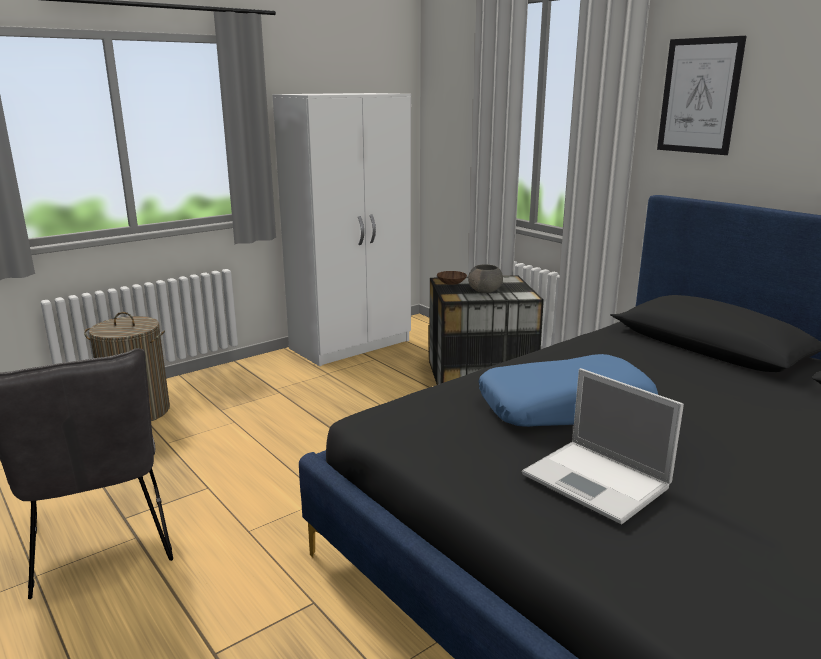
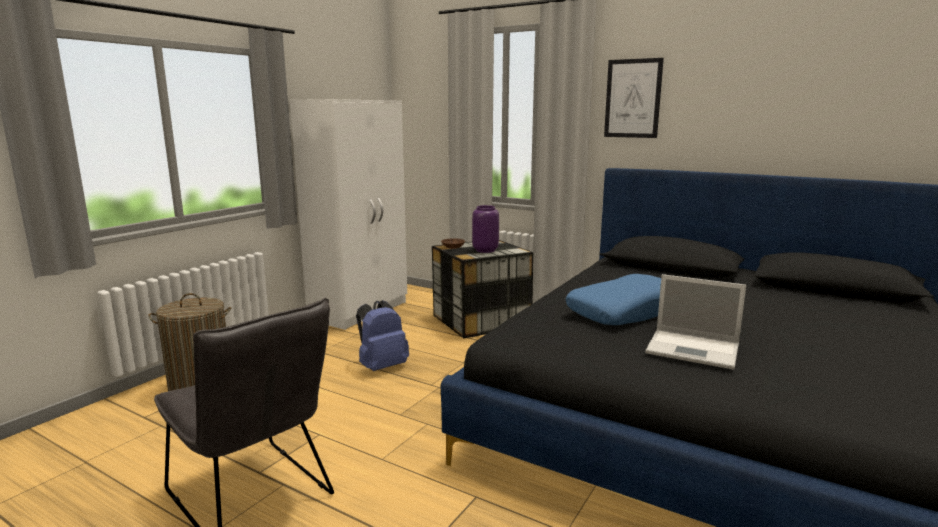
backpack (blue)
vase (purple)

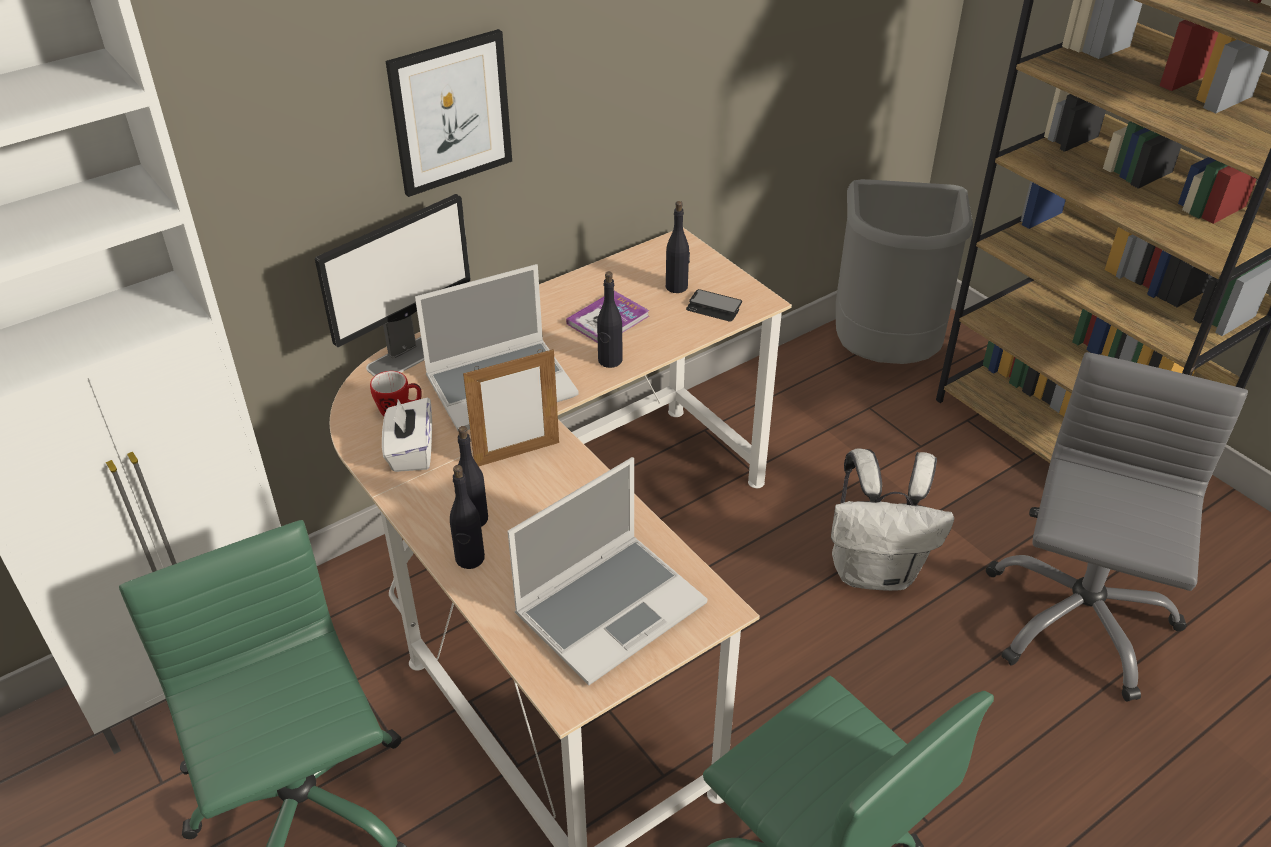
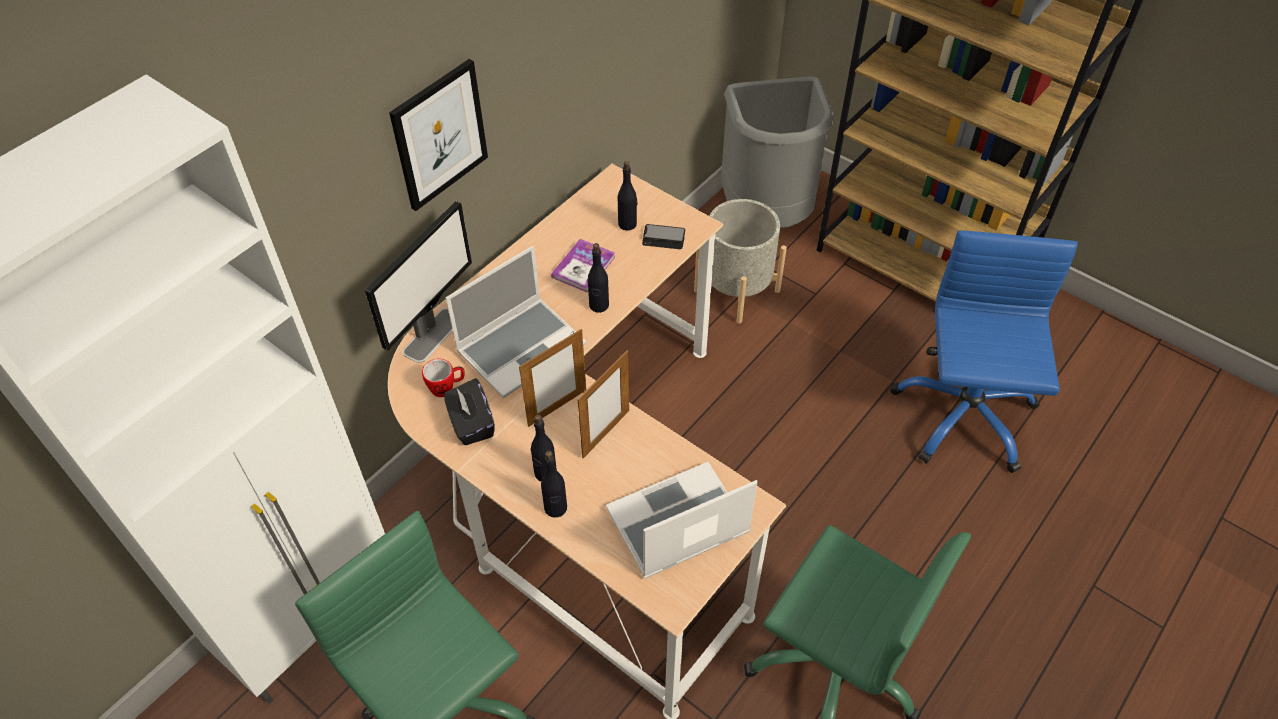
tissue box (black)
picture frame (no. 2 from left)
laptop (no. 2 from left)
planter (grey)
office chair (blue)
backpack (white)

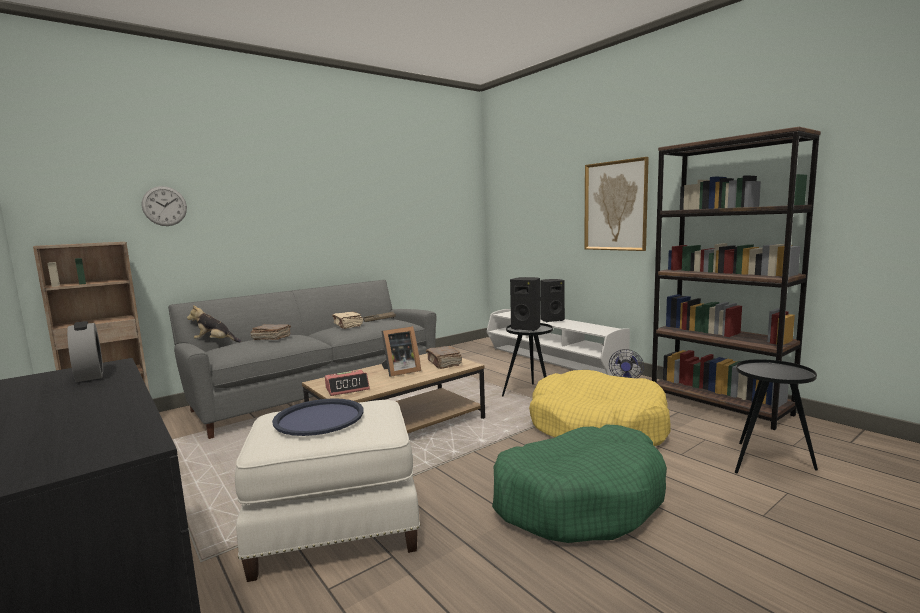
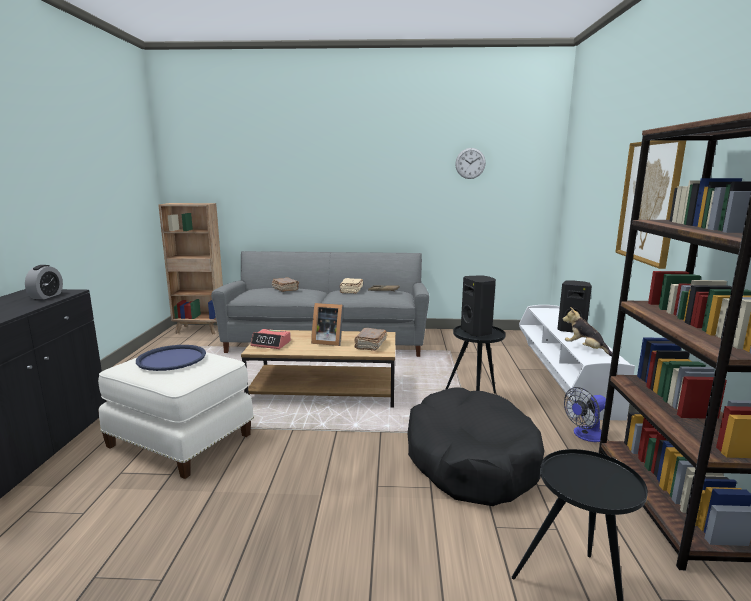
dog bed (black)
wall clock
plush toy
dog bed (green)

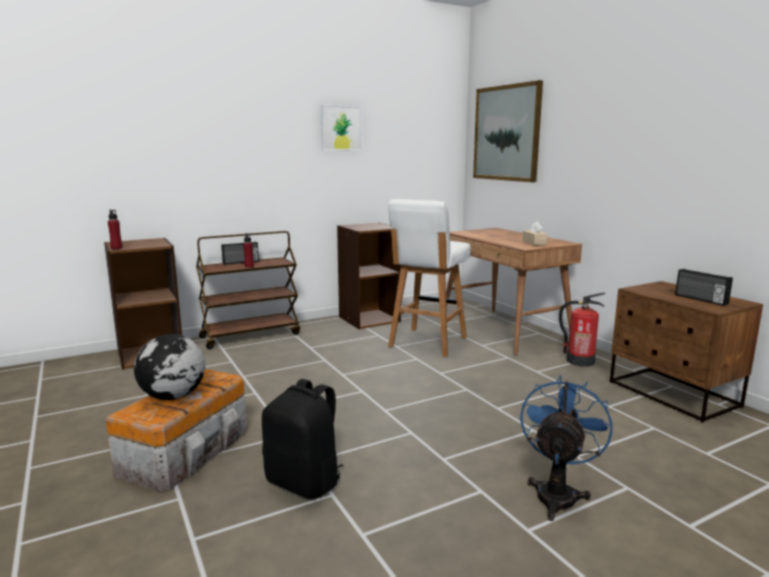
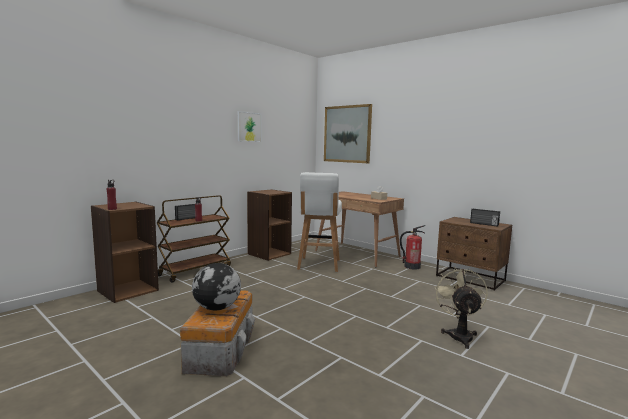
fan (beige)
backpack (black)

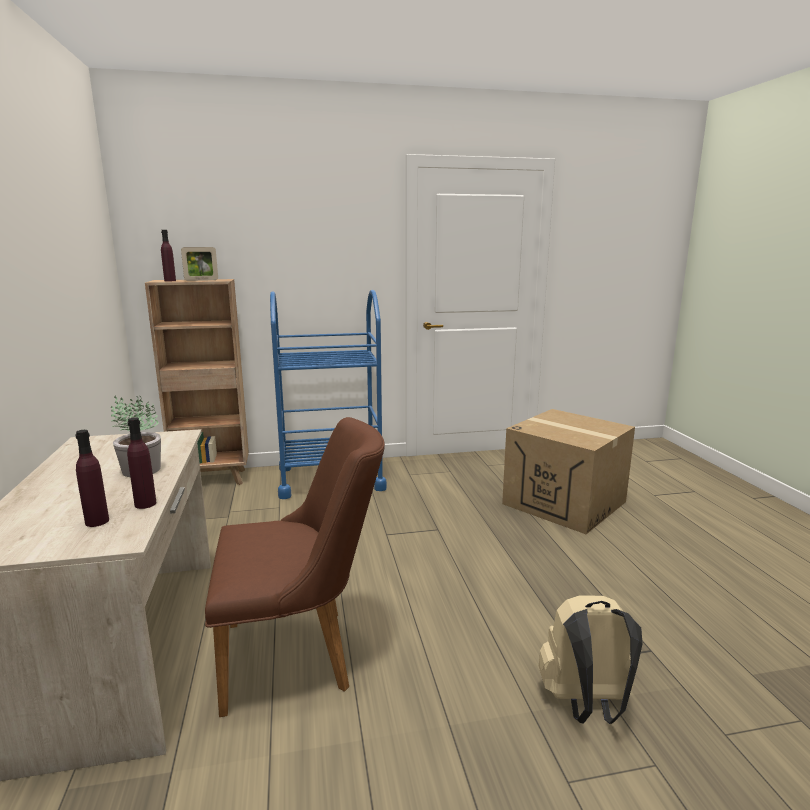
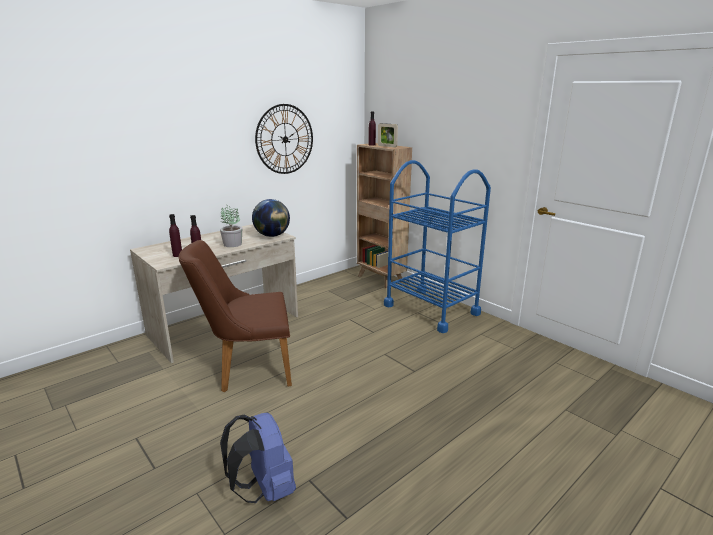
chair (brown)
backpack (blue)
globe
wall clock
cardboard box

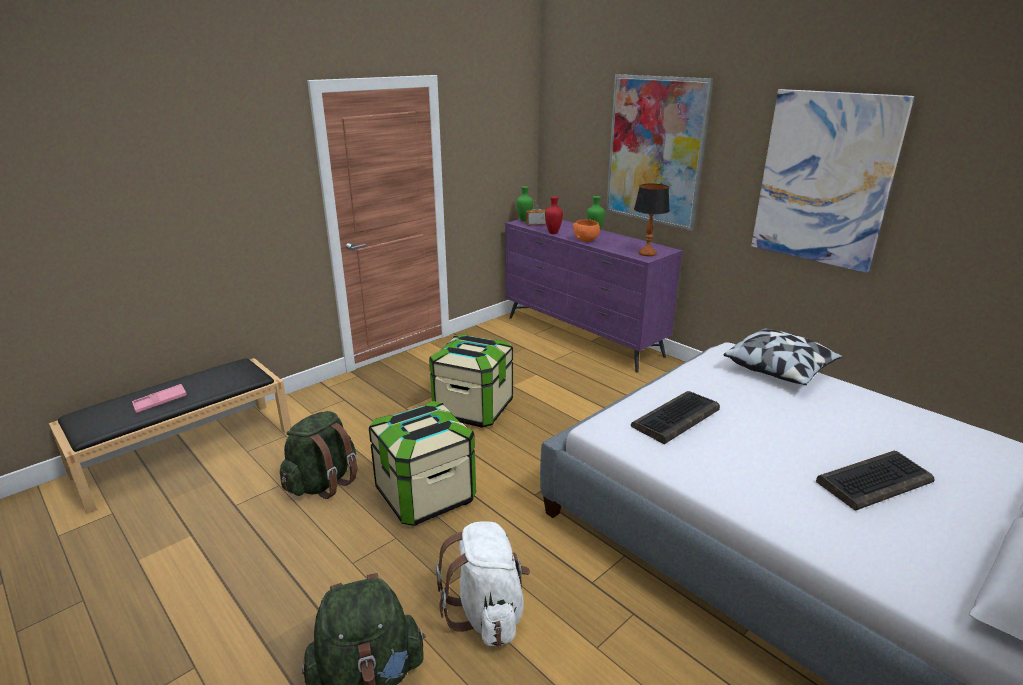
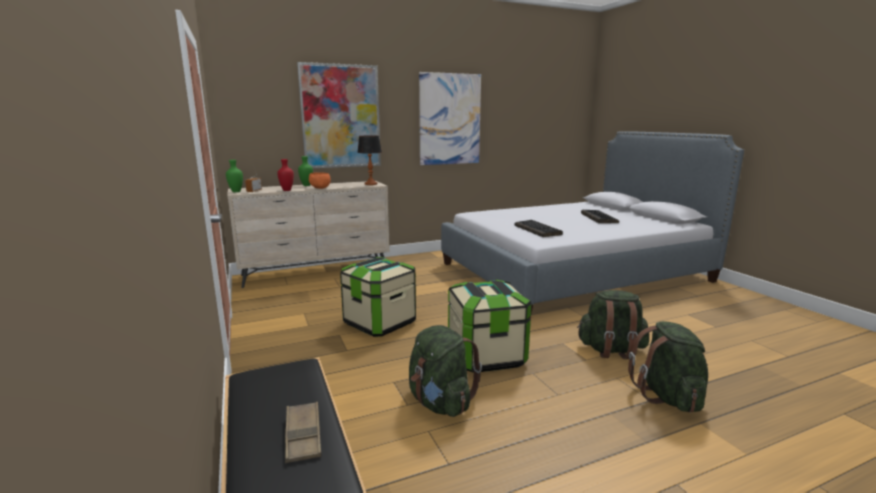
dresser (beige)
tray (brown)
backpack (green) (no. 2 from left)
pillow

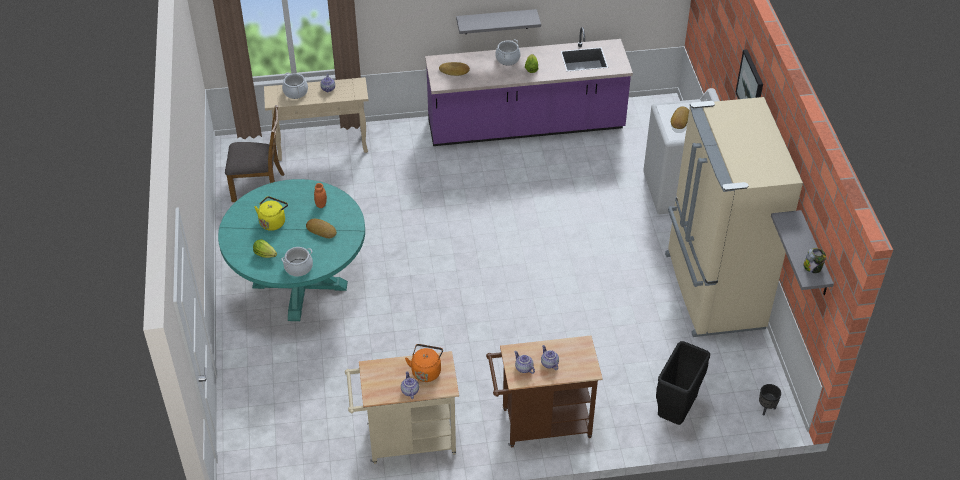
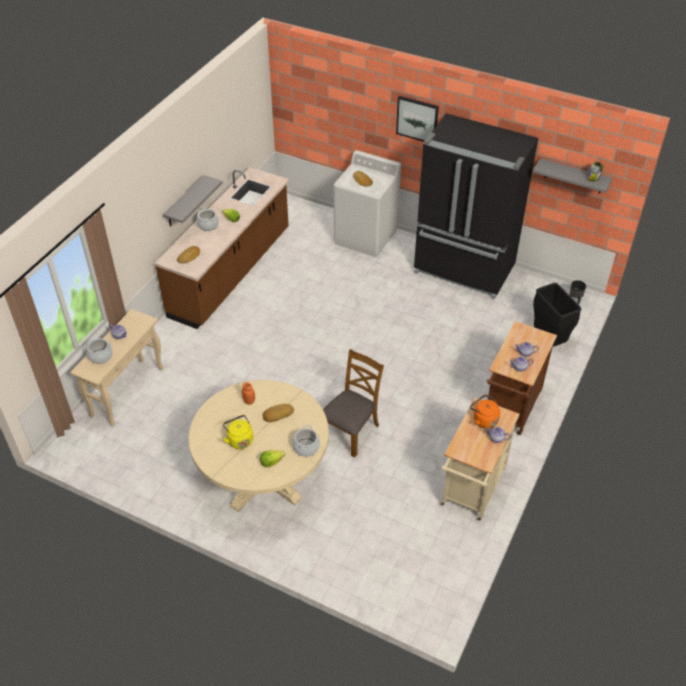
counter (brown)
dining table (beige)
chair (brown)
fridge (black)

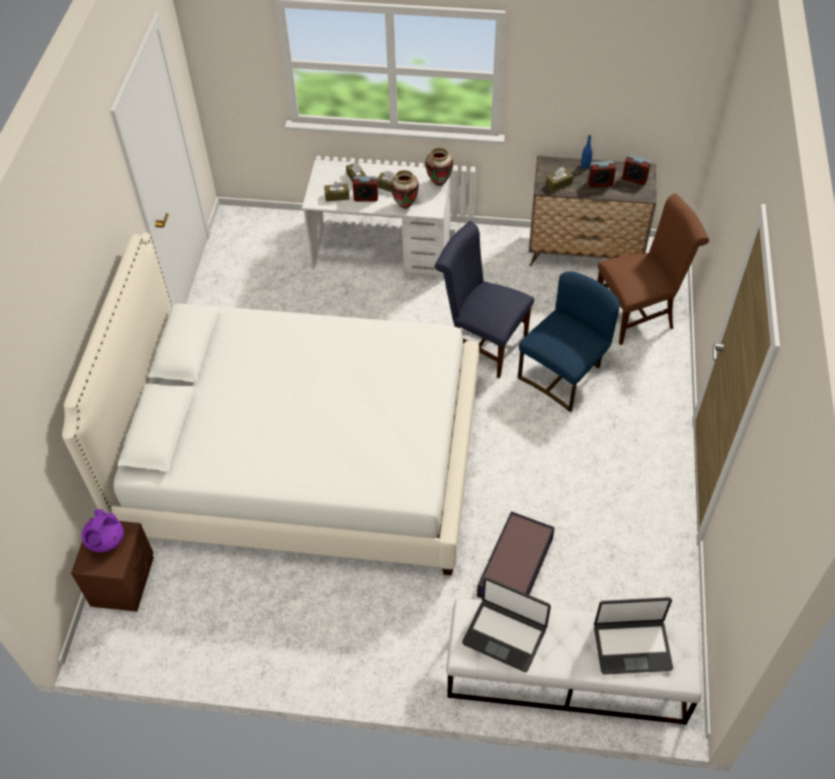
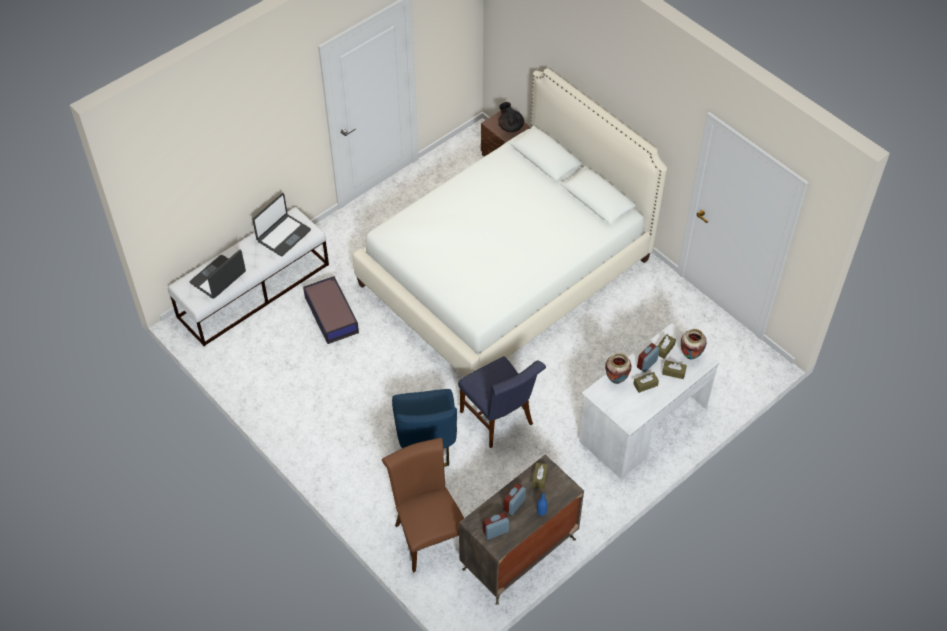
laptop (no. 2 from left)
chair (brown)
chair (blue) (no. 2 from left)
teapot (black)
vase (no. 2 from left)

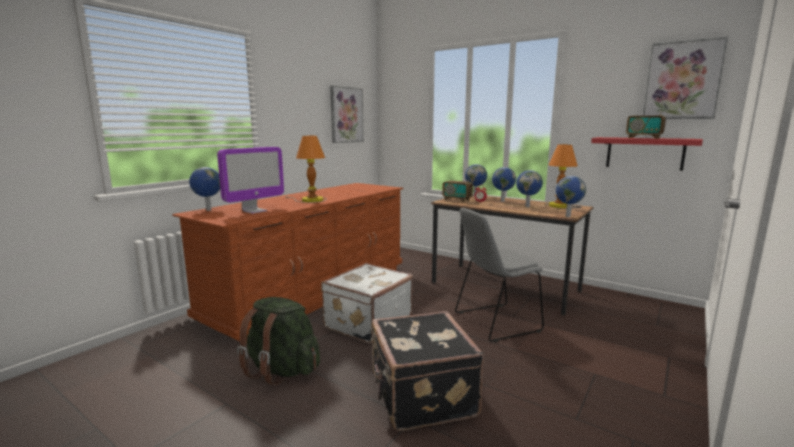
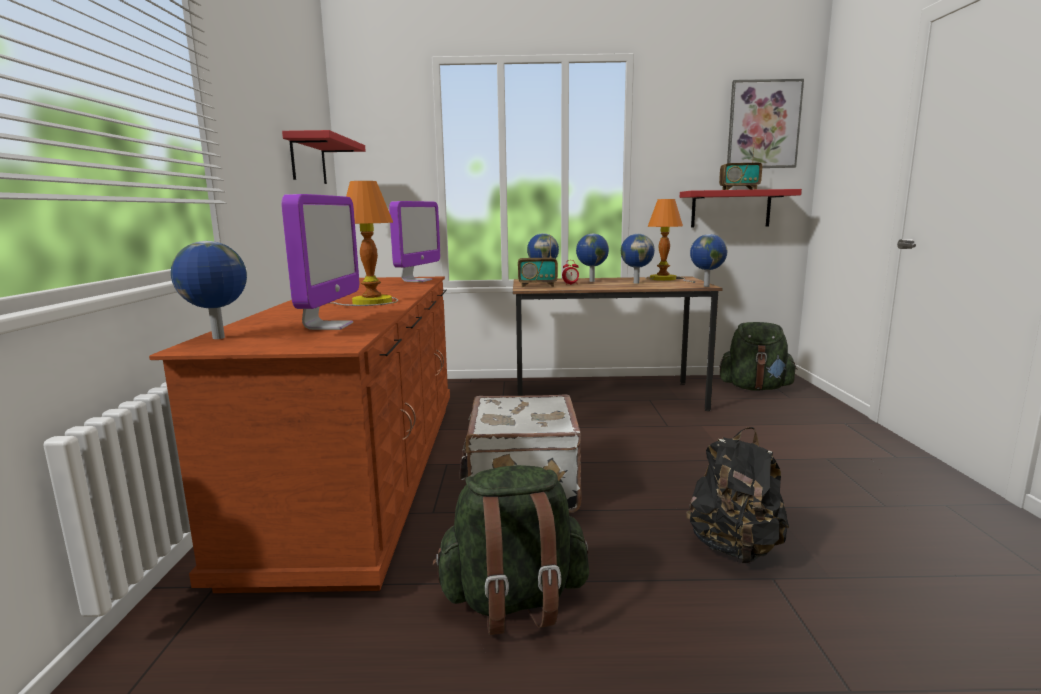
shelf (red) (no. 1 from left)
monitor (no. 2 from left)
backpack (black)
backpack (green) (no. 2 from left)
chair (grey)

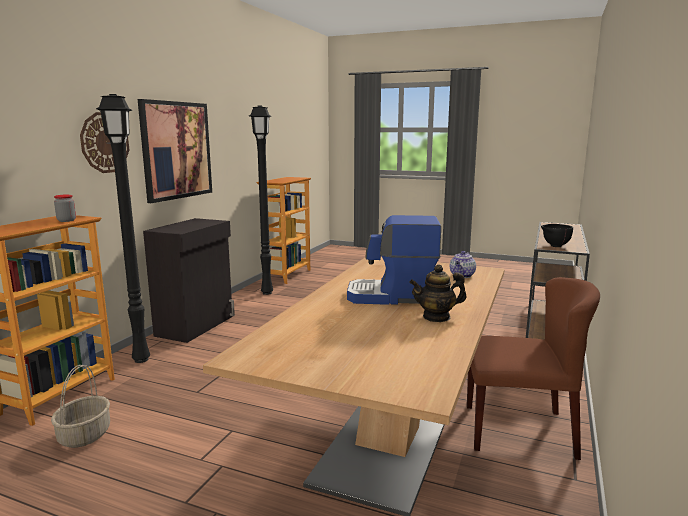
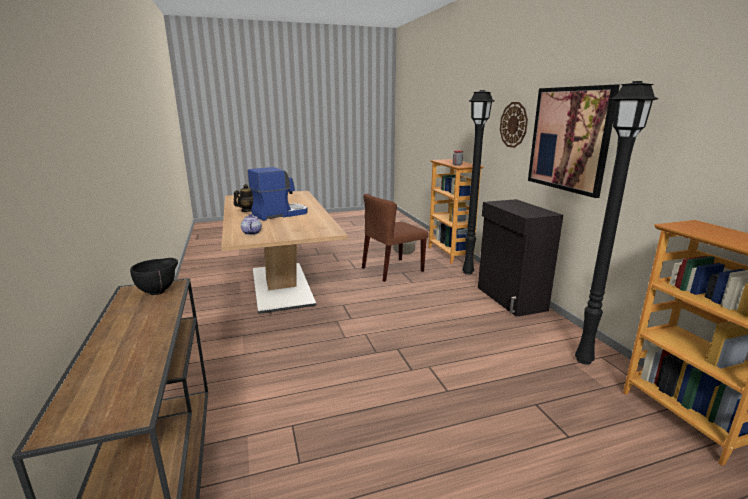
chair (brown)

